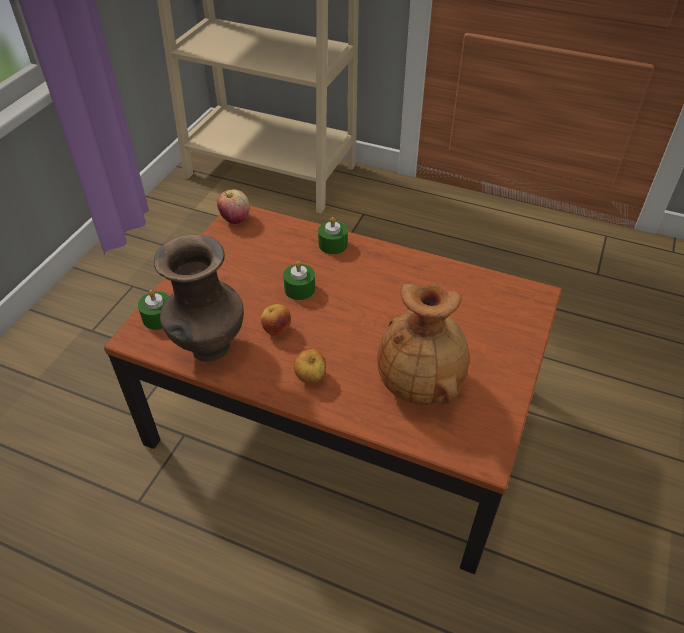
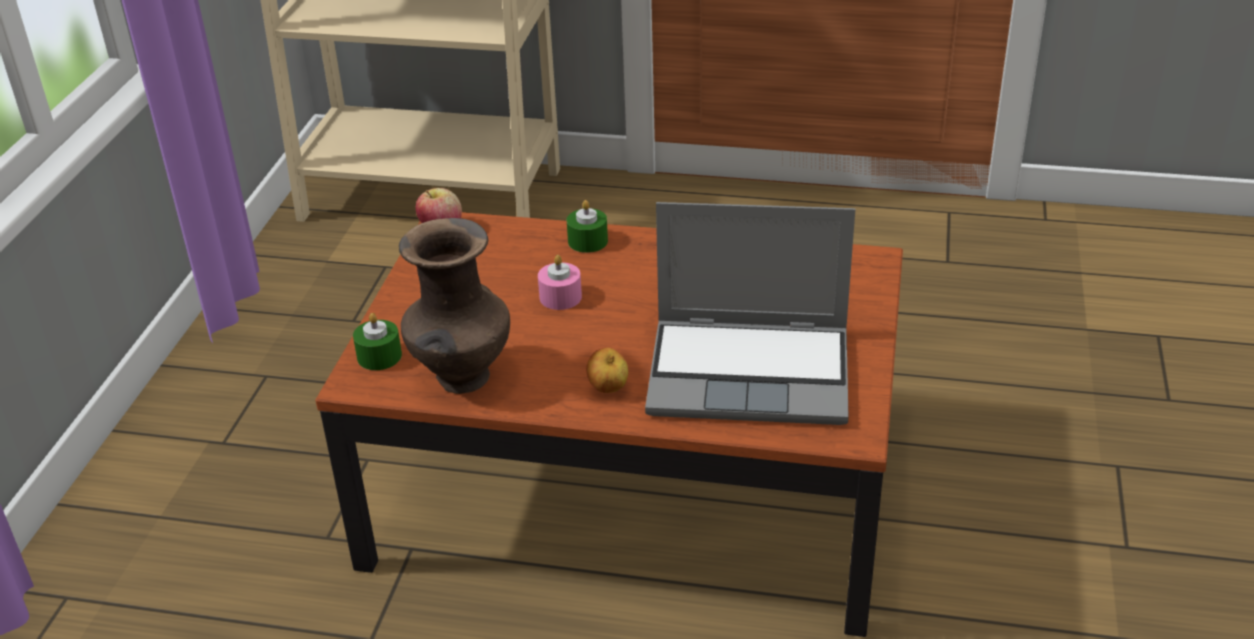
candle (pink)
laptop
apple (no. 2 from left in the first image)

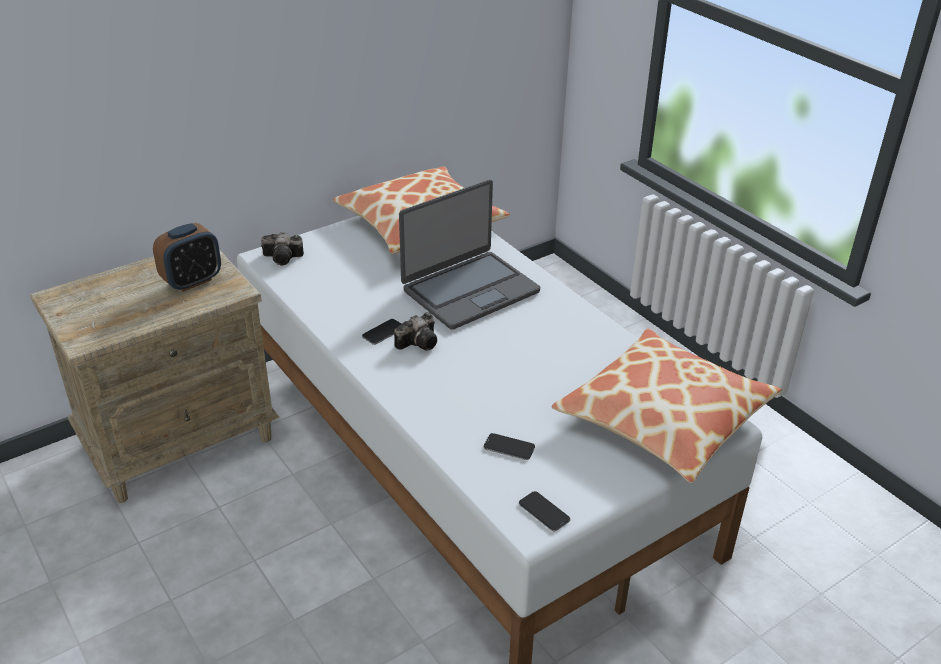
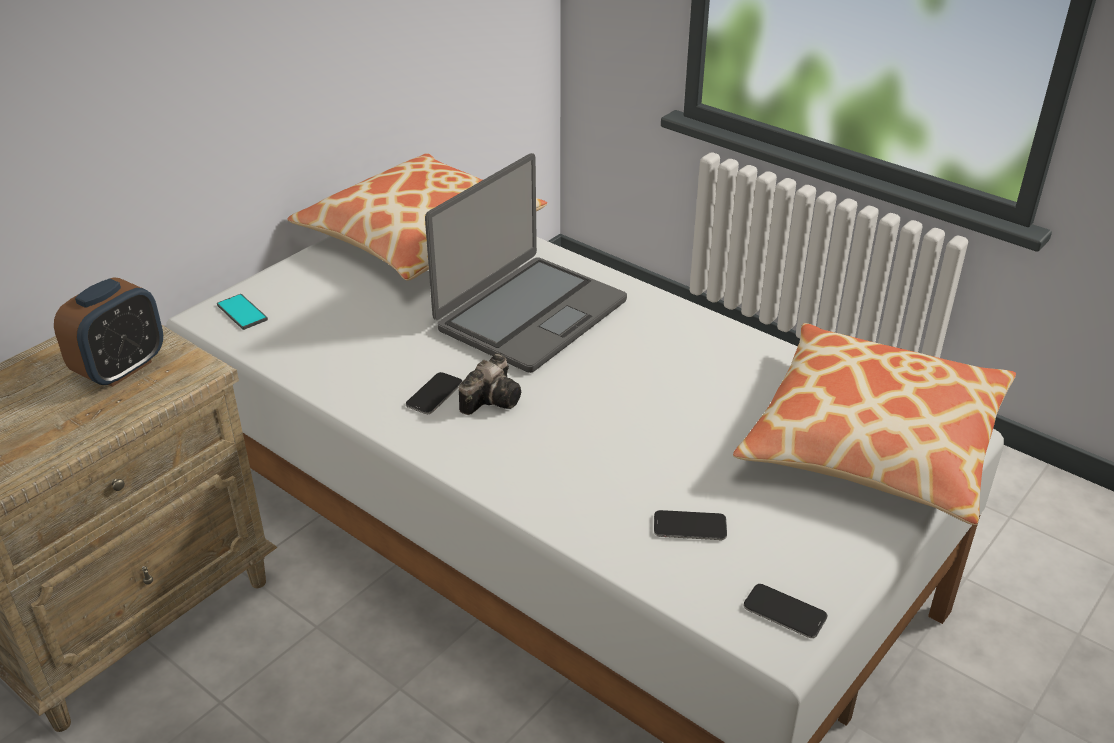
phone (no. 1 from left)

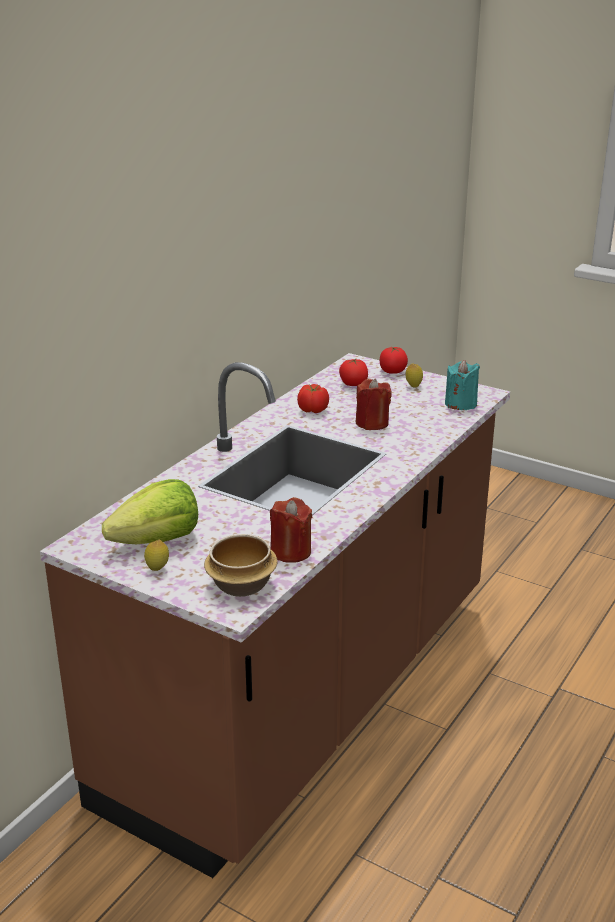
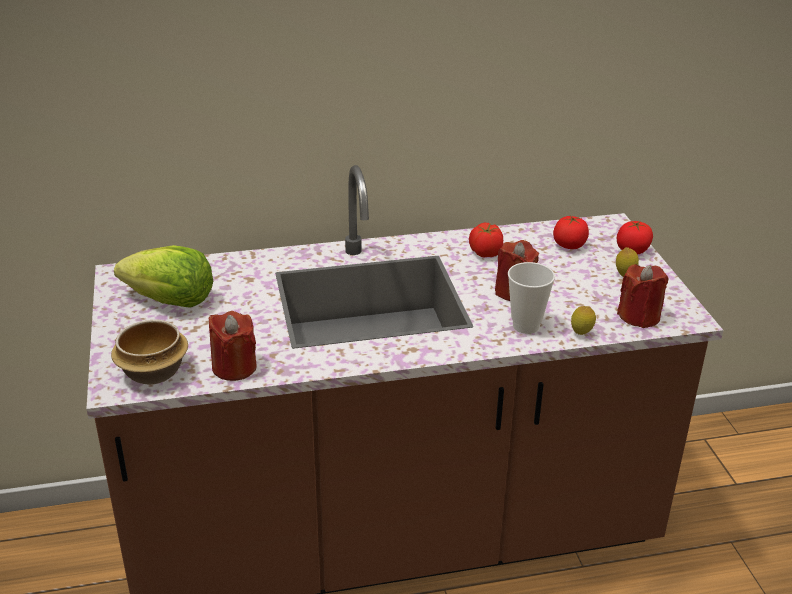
cup
lemon (no. 1 from left)
candle (red) (no. 3 from left)

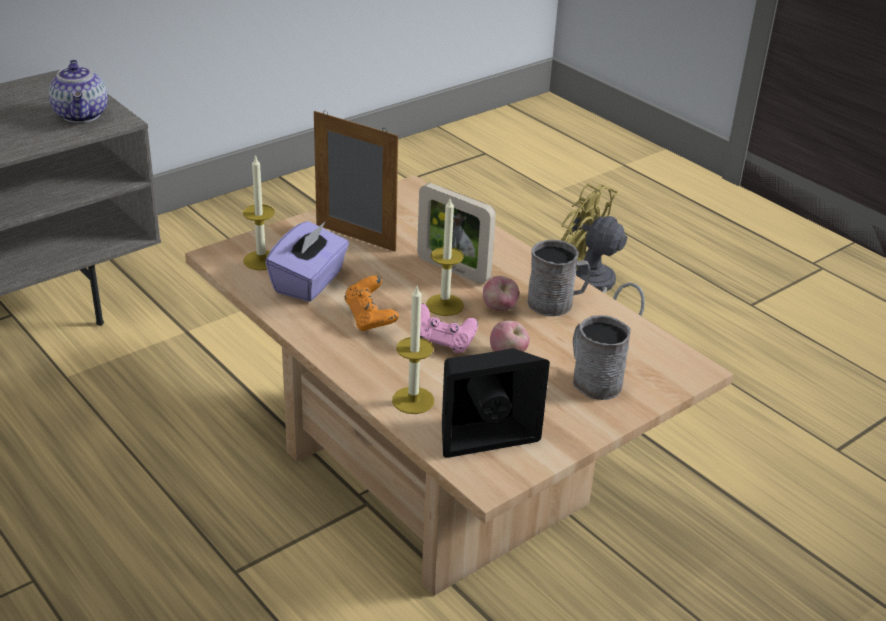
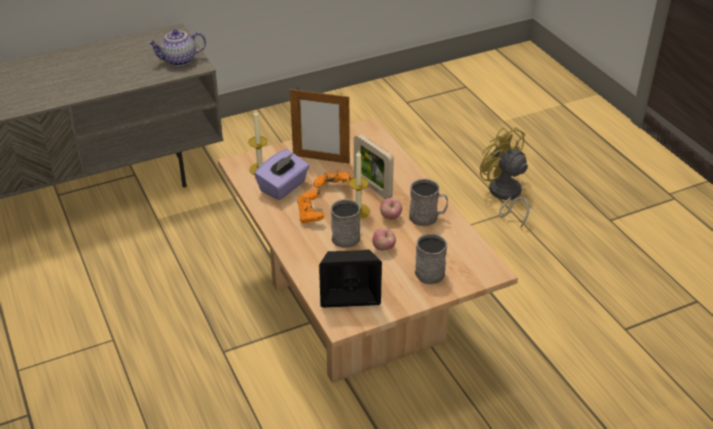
teapot
picture frame (no. 1 from left)
game controller (orange) (no. 2 from left)
mug (grey) (no. 1 from left)
candle (no. 2 from left in the first image)

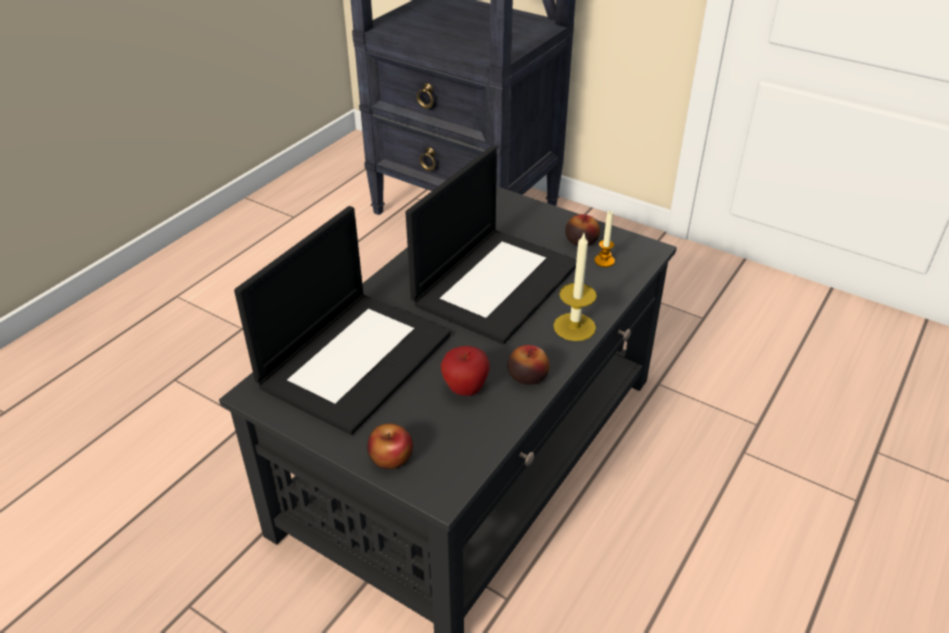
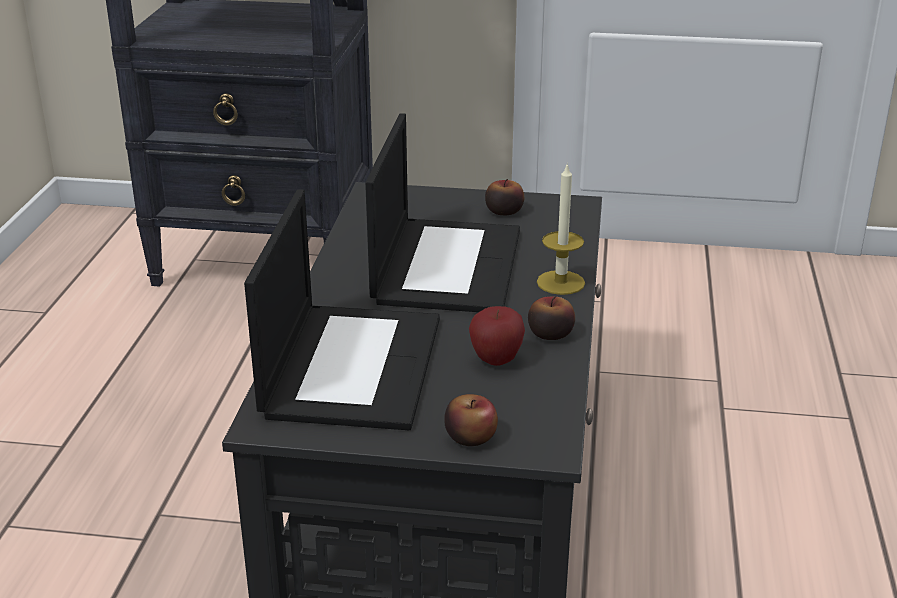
candle (no. 2 from left in the first image)

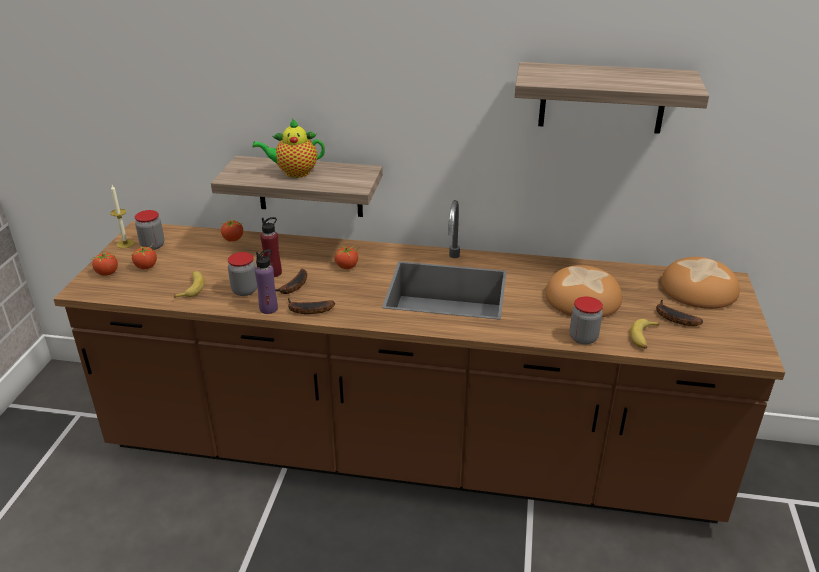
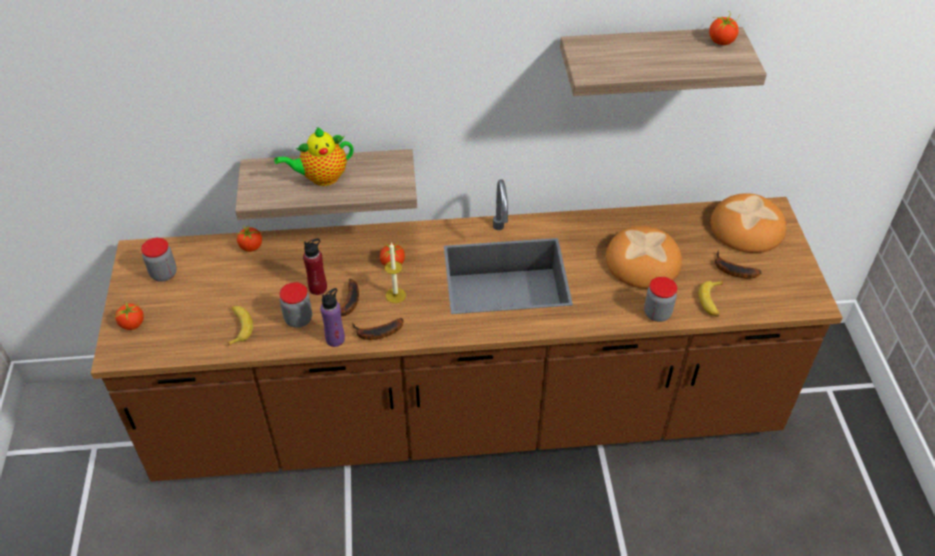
candle
tomato (no. 4 from left)

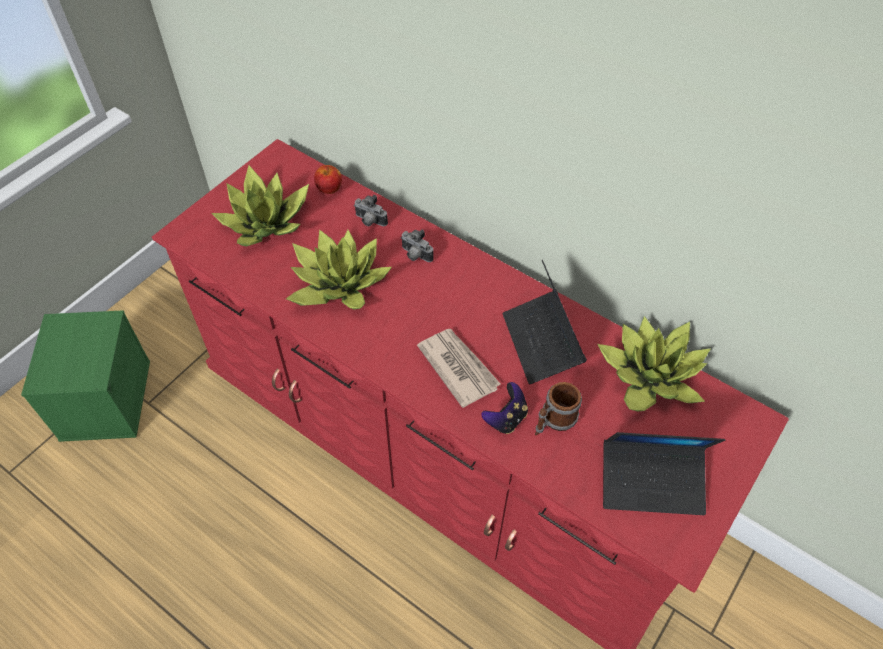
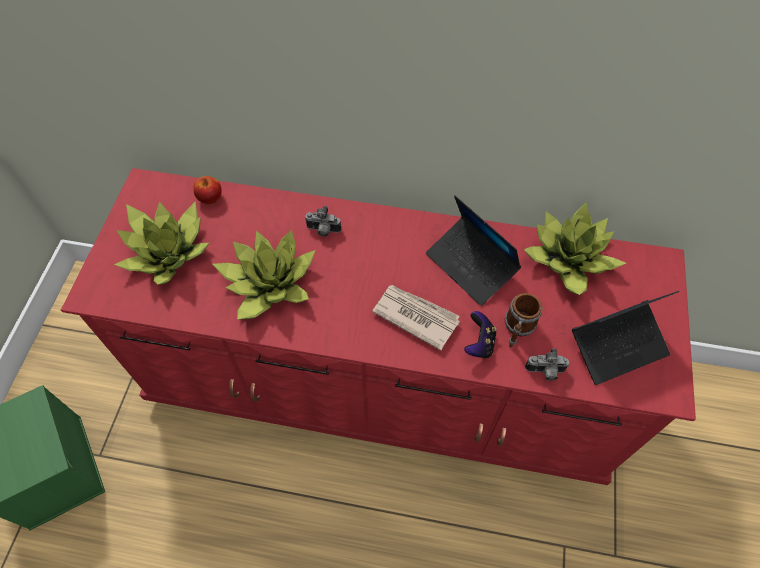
photo camera (no. 2 from left)

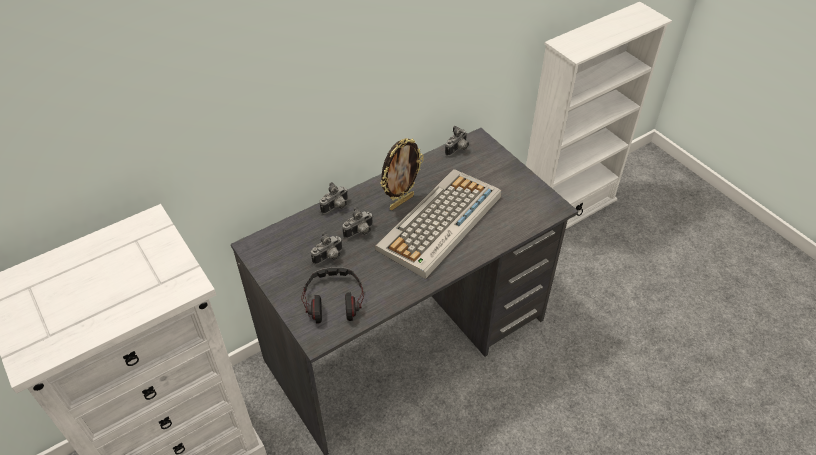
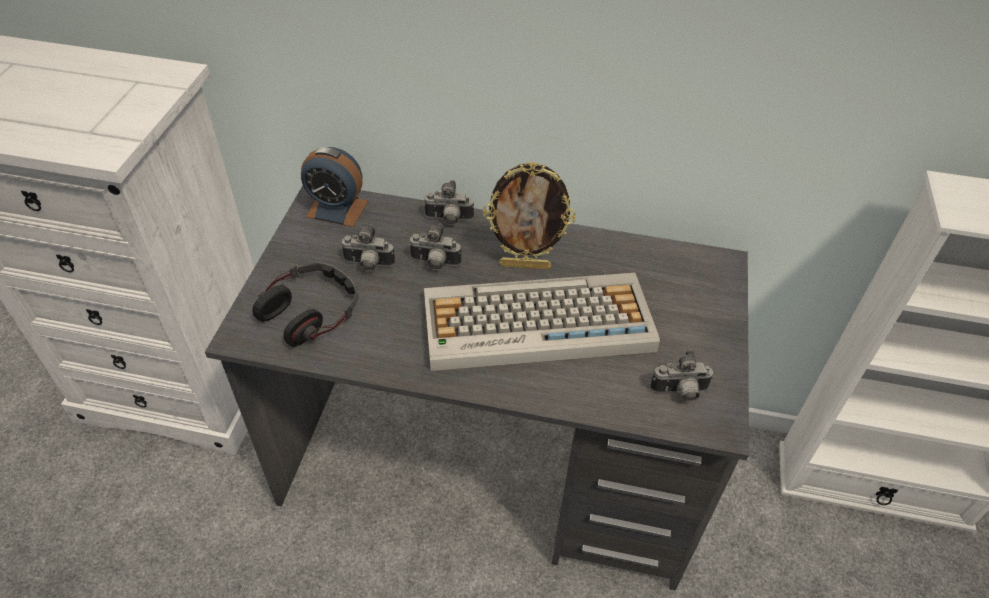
alarm clock
photo camera (no. 4 from left)

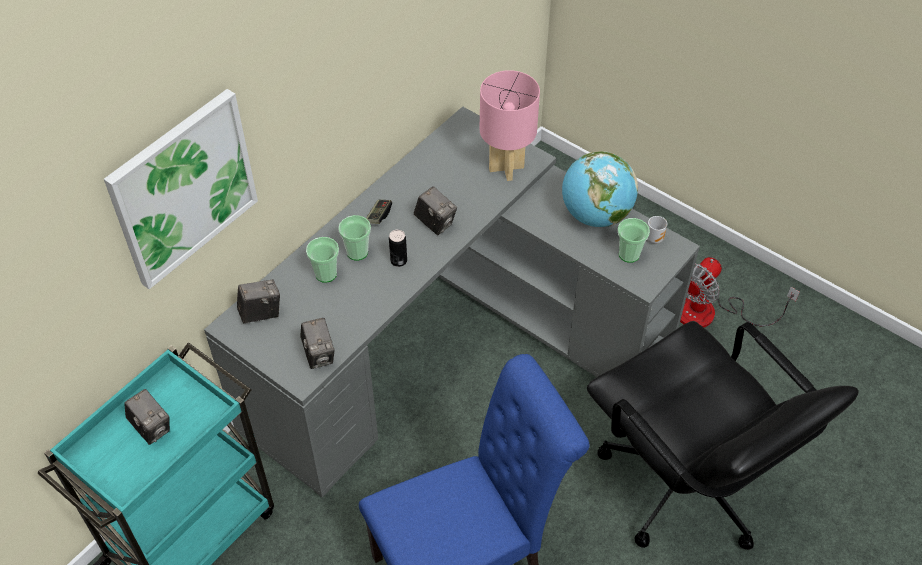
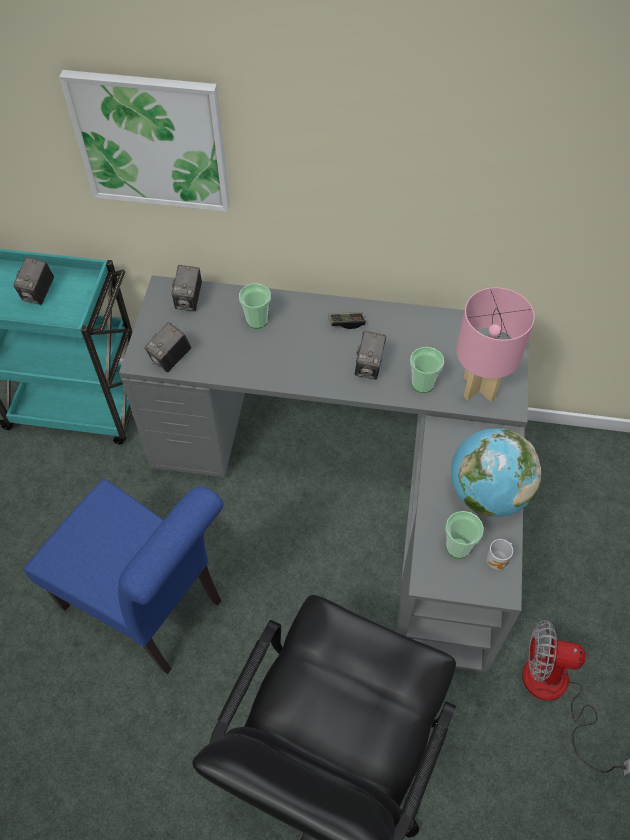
photo camera (no. 3 from left)
cup (no. 2 from left)
can

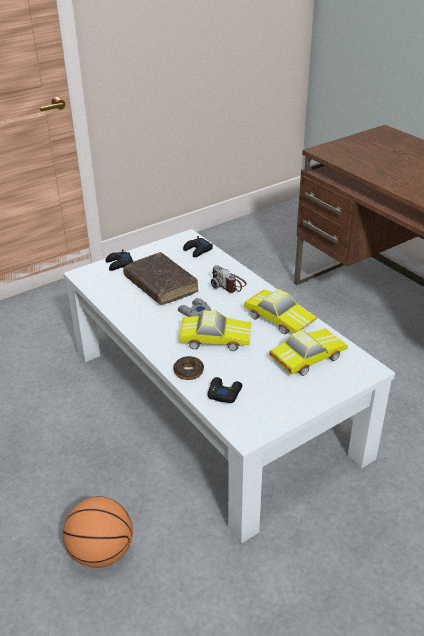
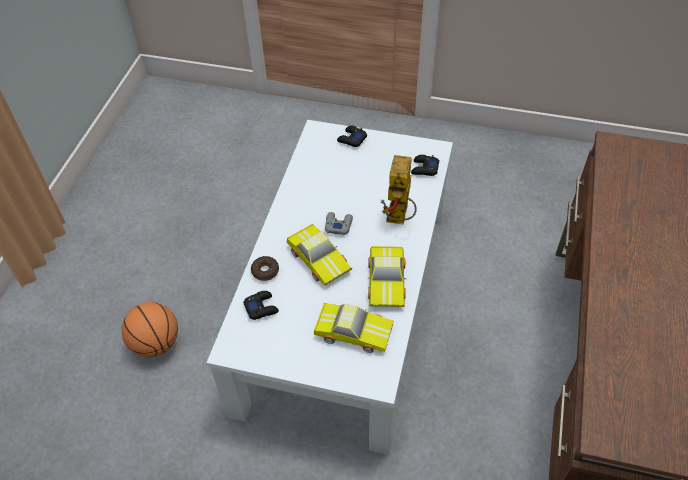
toy robot
book (brown)

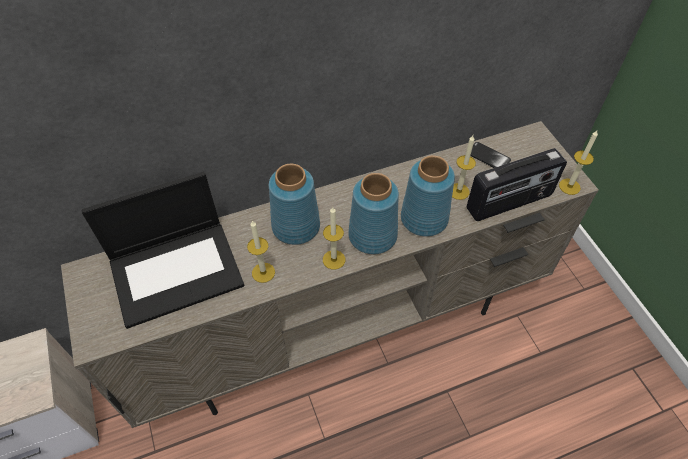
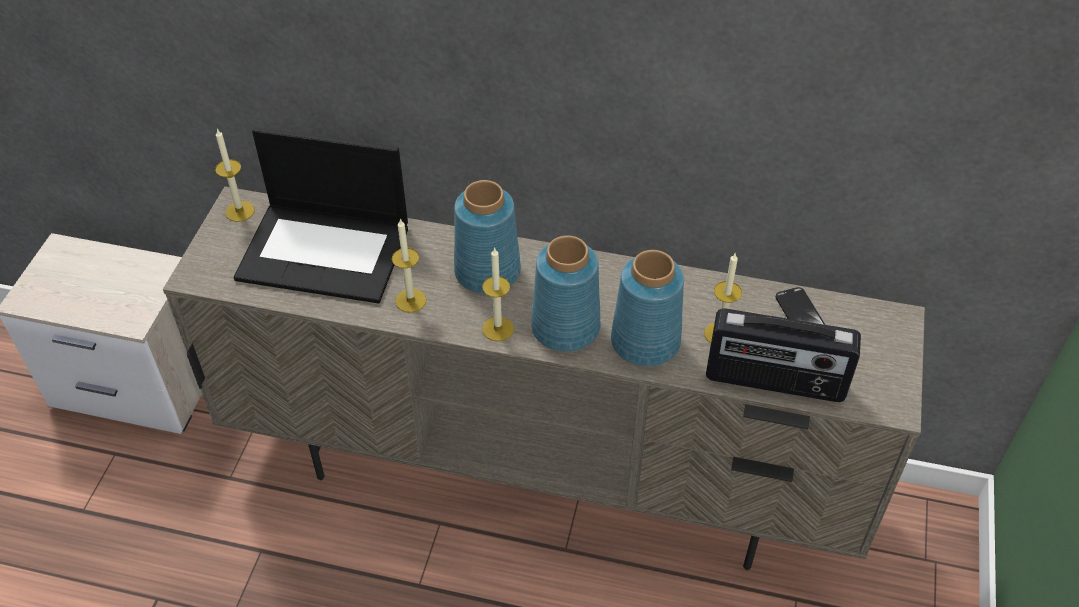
candle (no. 1 from left)

